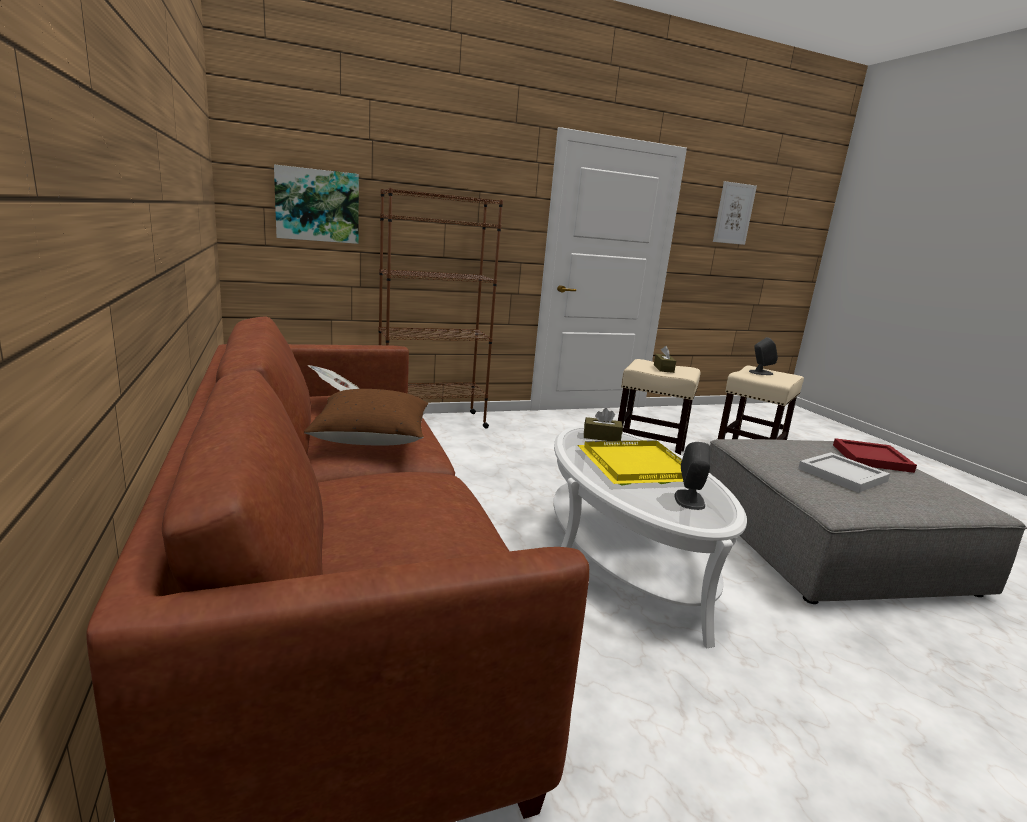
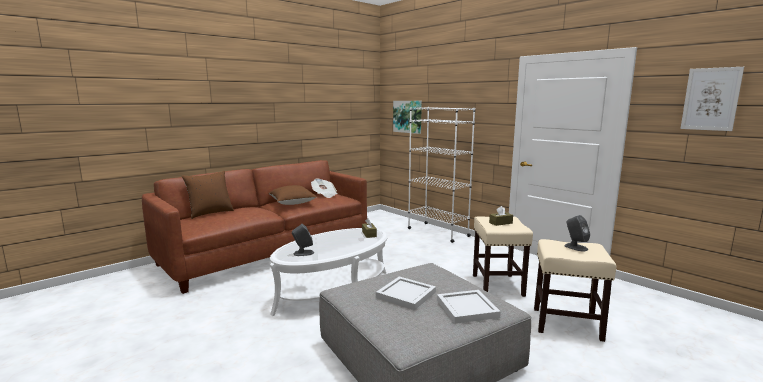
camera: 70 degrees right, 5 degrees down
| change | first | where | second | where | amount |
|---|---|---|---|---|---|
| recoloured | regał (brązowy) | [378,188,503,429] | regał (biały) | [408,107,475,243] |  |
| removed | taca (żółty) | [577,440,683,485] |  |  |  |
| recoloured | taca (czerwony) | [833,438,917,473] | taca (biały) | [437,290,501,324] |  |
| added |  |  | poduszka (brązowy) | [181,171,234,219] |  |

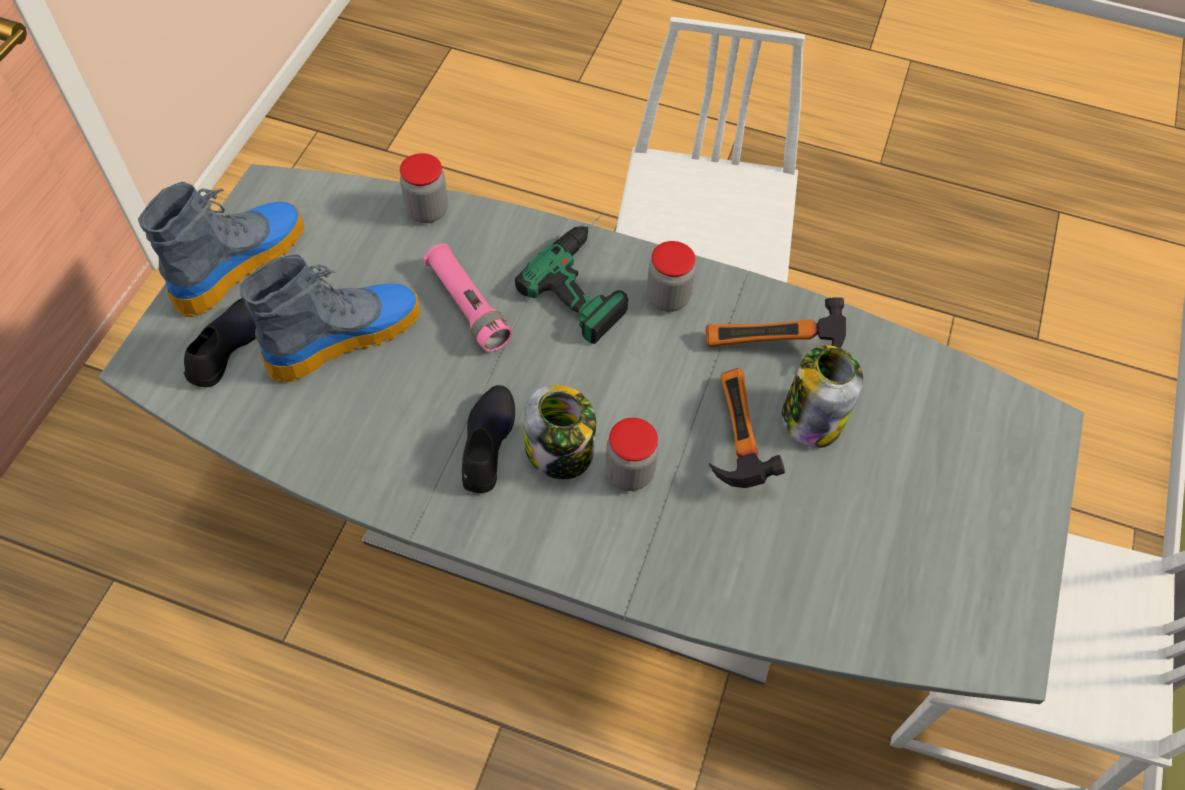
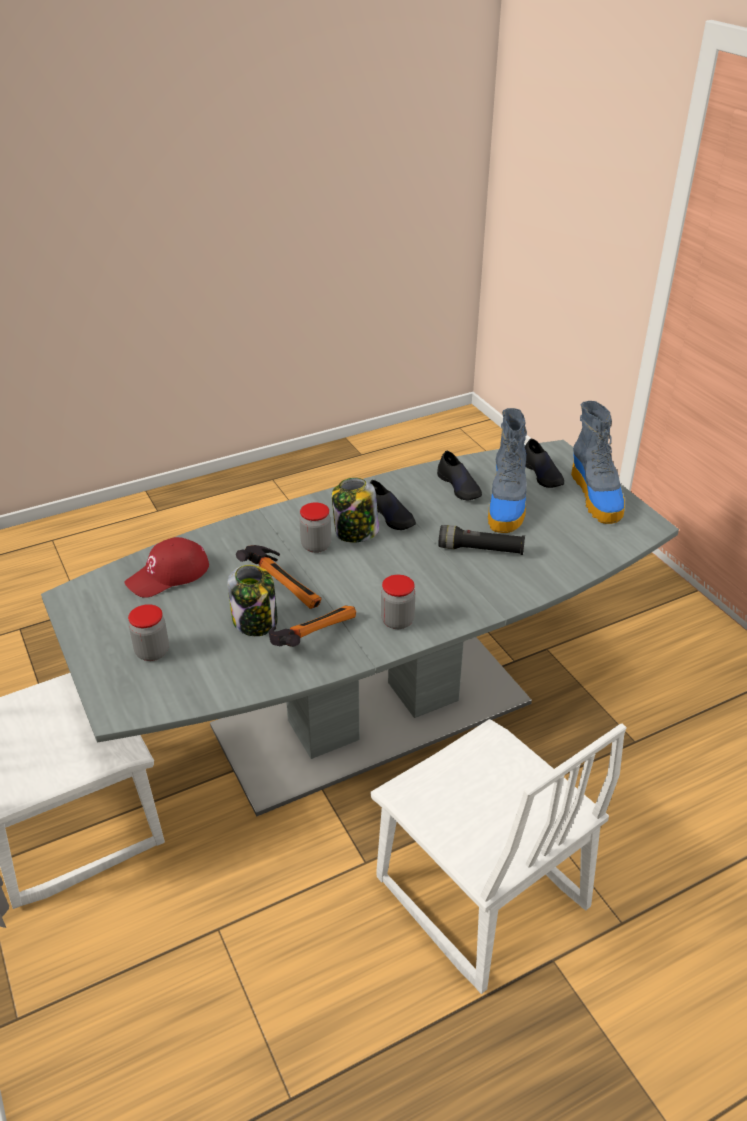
camera: 135 degrees right, 20 degrees down
| change | first | where | second | where | amount |
|---|---|---|---|---|---|
| moved | słoik | [400,153,448,223] |  | [128,604,169,661] |  |
| recoloured | latarka (różowy) | [423,243,512,352] | latarka (czarny) | [438,525,525,555] |  |
| removed | wiertarka | [515,215,628,344] |  |  |  |
| added |  |  | czapka z daszkiem (czerwony) | [124,537,209,598] |  |
| added |  |  | but (czarny) | [437,451,482,500] |  |

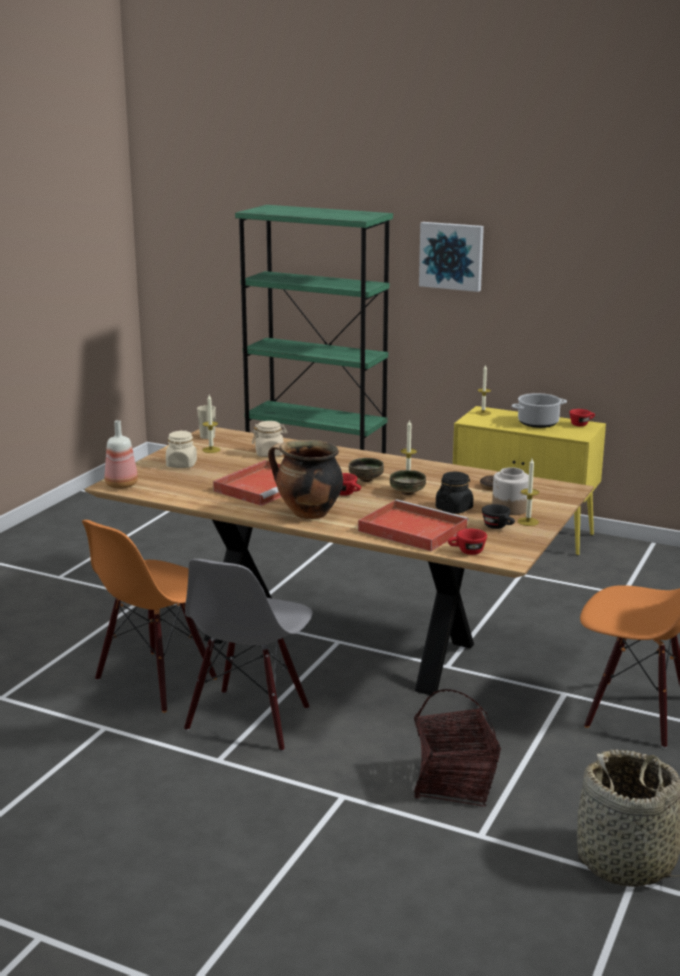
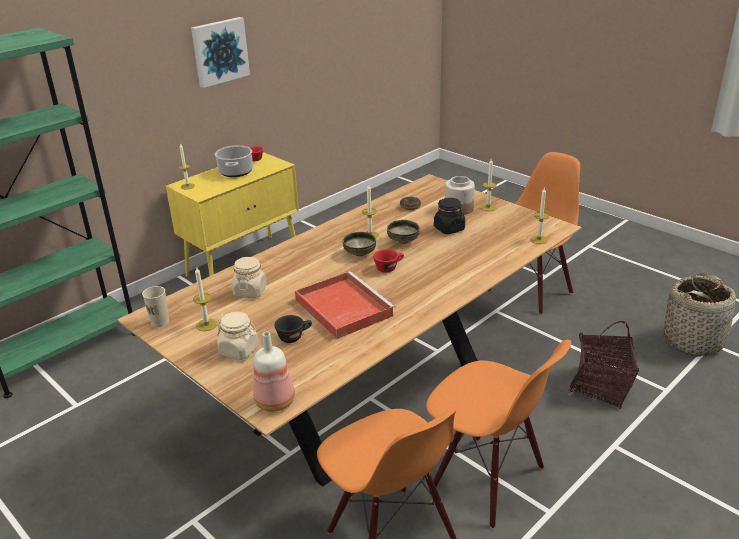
camera: 70 degrees left, 10 degrees up
| change | first | where | second | where | amount |
|---|---|---|---|---|---|
| recoloured | krzesło (szary) | [184,559,312,751] | krzesło (pomarańczowy) | [426,340,571,529] |  |
| removed | garnek | [268,440,343,519] |  |  |  |
| removed | taca (czerwony) | [358,499,469,551] |  |  |  |
| moved | obraz | [419,222,484,292] |  | [191,17,250,88] |  |
| replaced | filiżanka (czerwony) | [448,529,487,555] | świeca | [530,187,549,244] |  |
| moved | filiżanka (czarny) | [482,504,515,529] |  | [274,315,312,343] |  |

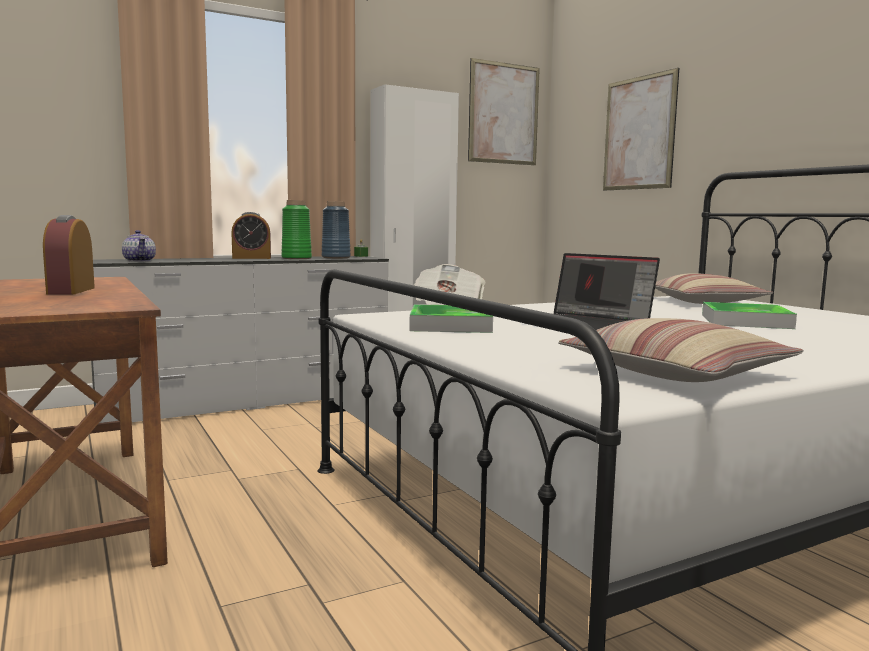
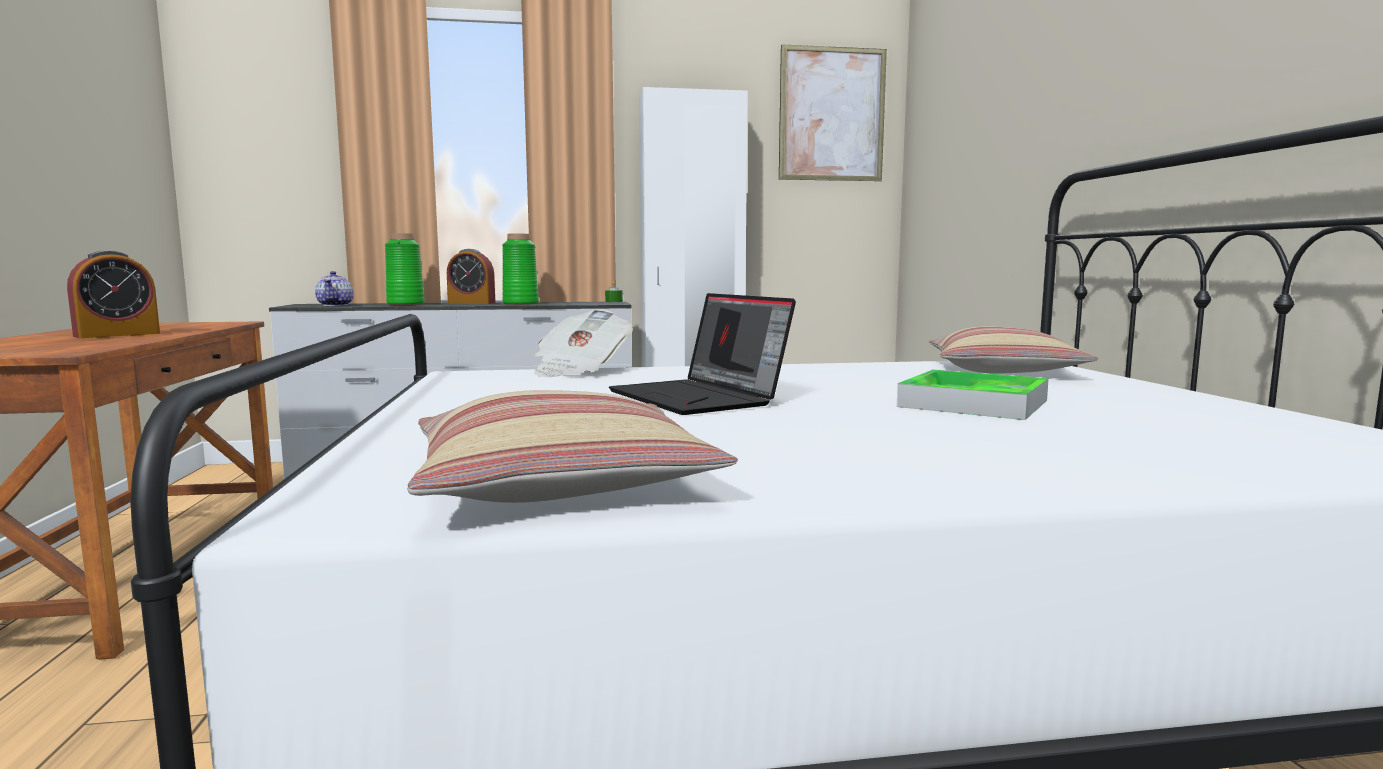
camera: 20 degrees right, 0 degrees up
| change | first | where | second | where | amount |
|---|---|---|---|---|---|
| turned | budzik | [43,215,95,294] |  | [67,250,160,338] | 150 degrees counterclockwise |
| removed | wazon (niebieski) | [322,201,351,258] |  |  |  |
| removed | taca | [409,304,493,333] |  |  |  |
| removed | obraz | [603,68,679,190] |  |  |  |
| added |  |  | wazon (zielony) | [385,233,425,305] |  |

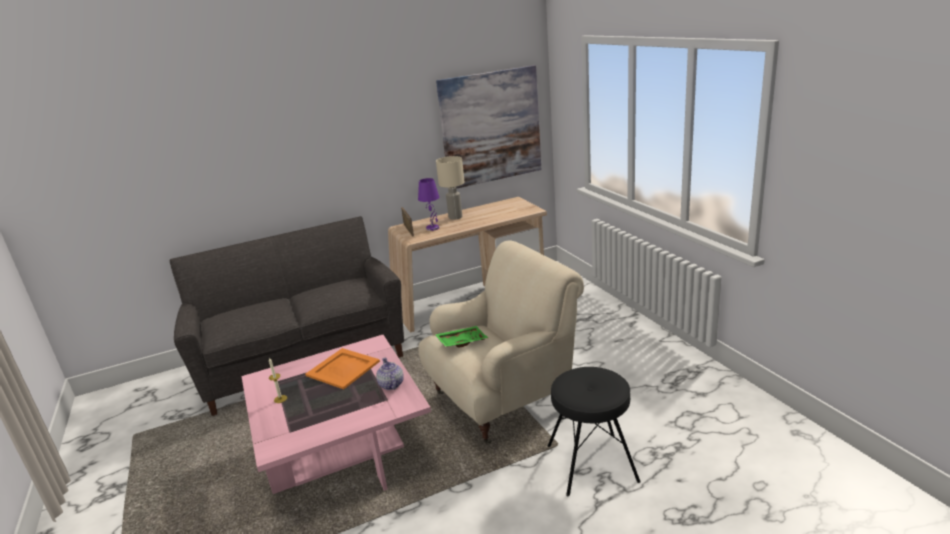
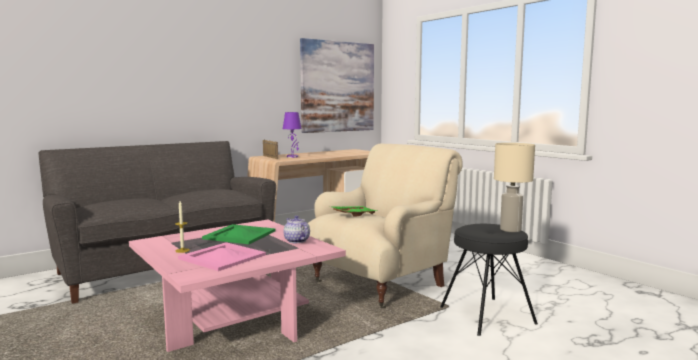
camera: 15 degrees left, 15 degrees down
| change | first | where | second | where | amount |
|---|---|---|---|---|---|
| recoloured | taca (pomarańczowy) | [305,348,380,389] | taca (zielony) | [202,224,276,244] |  |
| moved | lampa stołowa (beżowy) | [436,156,465,220] |  | [494,143,535,232] |  |
| added |  |  | taca (różowy) | [178,242,266,271] |  |

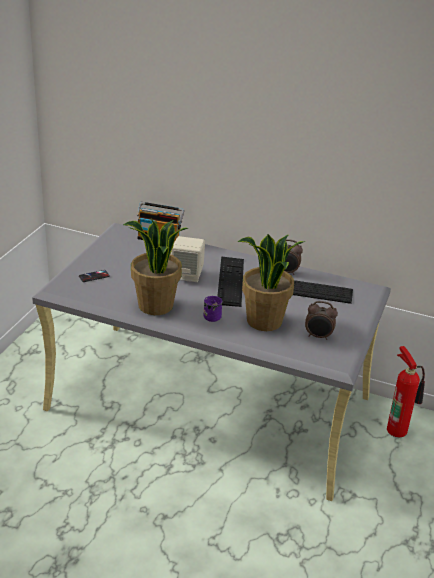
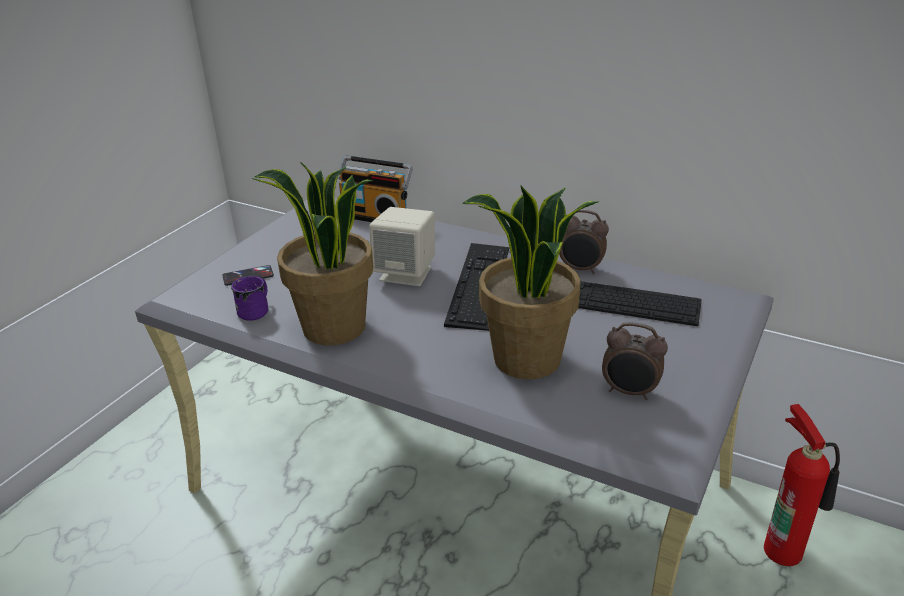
camera: 10 degrees right, 0 degrees up
| change | first | where | second | where | amount |
|---|---|---|---|---|---|
| moved | kubek (fioletowy) | [203,296,223,322] |  | [231,276,269,321] |  |

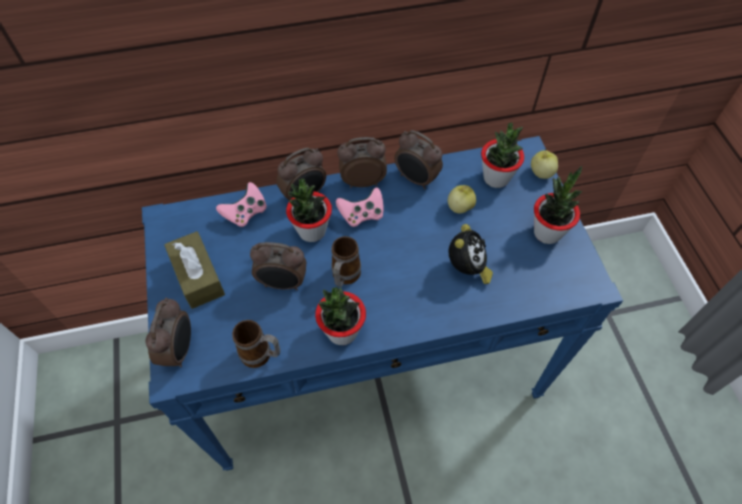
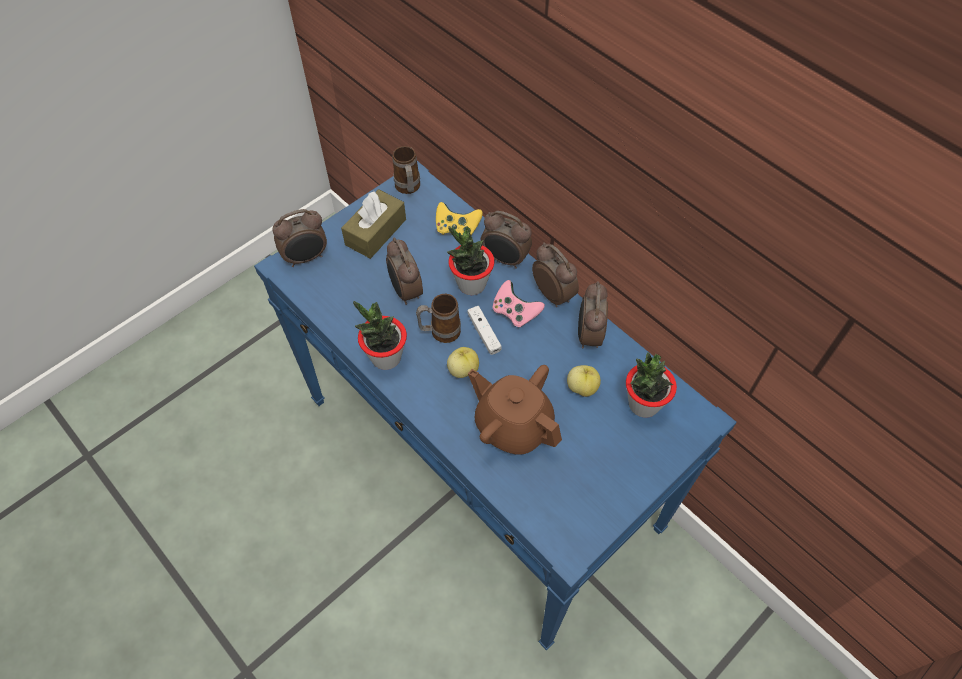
camera: 60 degrees right, 0 degrees up
| change | first | where | second | where | amount |
|---|---|---|---|---|---|
| recoloured | pad do gier (różowy) | [216,182,267,227] | pad do gier (żółty) | [436,202,483,235] |  |
| moved | kubek | [232,320,280,368] |  | [392,146,420,194] |  |
| replaced | budzik | [449,224,493,284] | imbryk (brązowy) | [468,365,562,455] |  |
| moved | jabłko | [531,150,558,179] |  | [447,347,479,378] |  |
| removed | roślina doniczkowa | [534,166,582,244] |  |  |  |
| added |  |  | pad do gier (biały) | [467,306,502,355] |  |

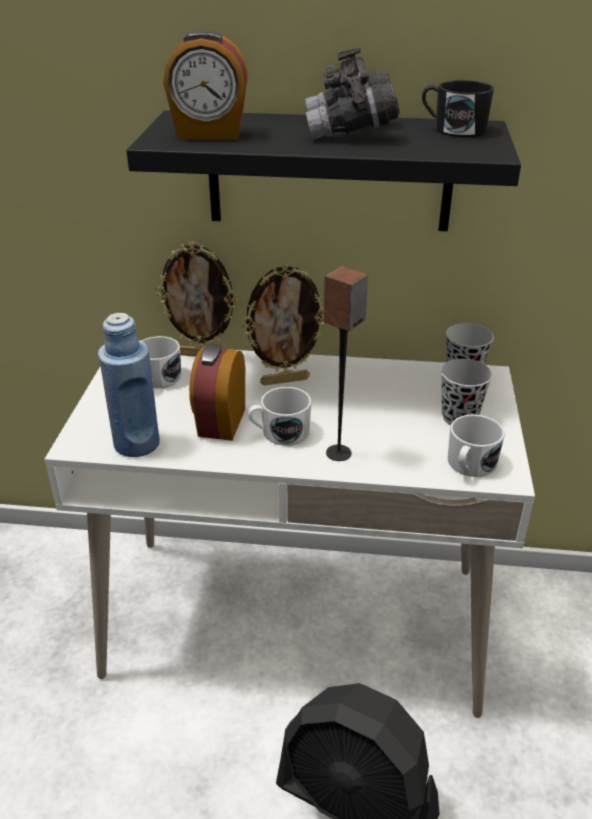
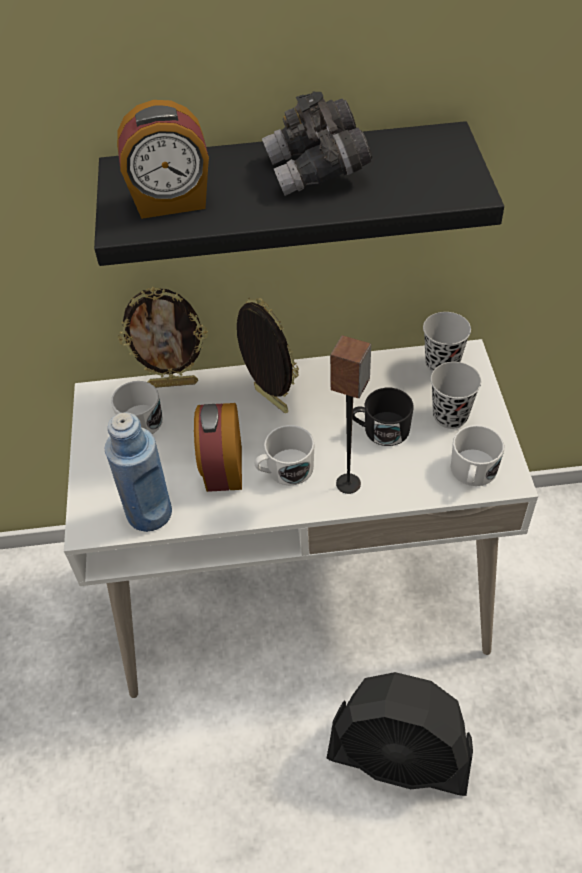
camera: 10 degrees left, 15 degrees up
| change | first | where | second | where | amount |
|---|---|---|---|---|---|
| turned | ramka na zdjęcie | [241,263,325,386] |  | [237,298,299,413] | 105 degrees counterclockwise |
| moved | kubek (czarny) | [422,80,494,137] |  | [352,388,414,446] |  |

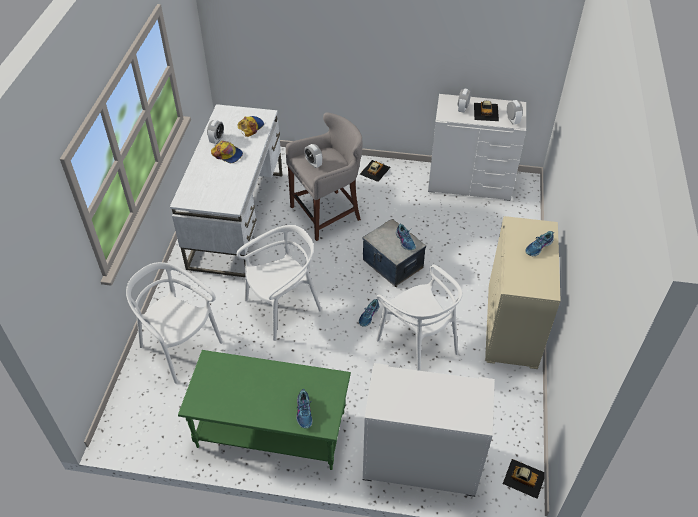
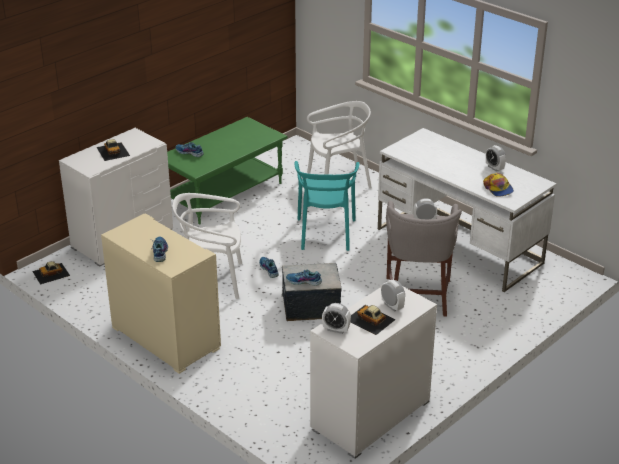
camera: 125 degrees right, 15 degrees down
| change | first | where | second | where | amount |
|---|---|---|---|---|---|
| removed | czapka z daszkiem | [211,141,243,163] |  |  |  |
| recoloured | krzesło (biały) | [237,225,322,341] | krzesło (turkusowy) | [294,161,359,251] |  |
| moved | samochodzik | [360,160,391,182] |  | [97,139,130,161] |  |

